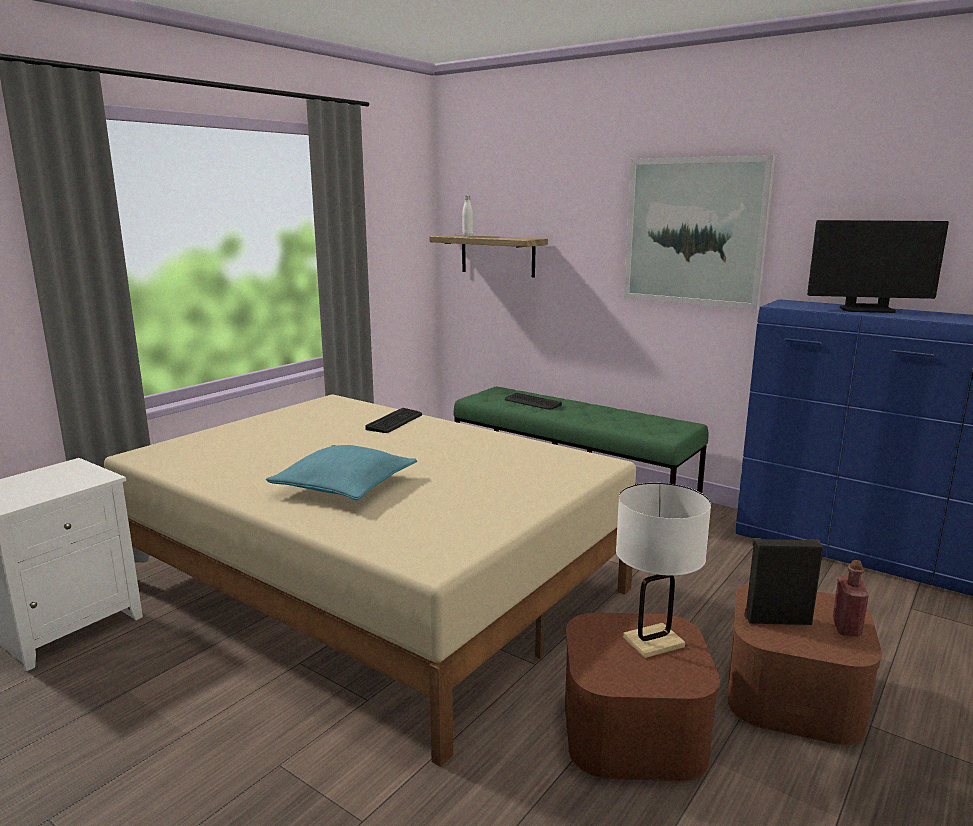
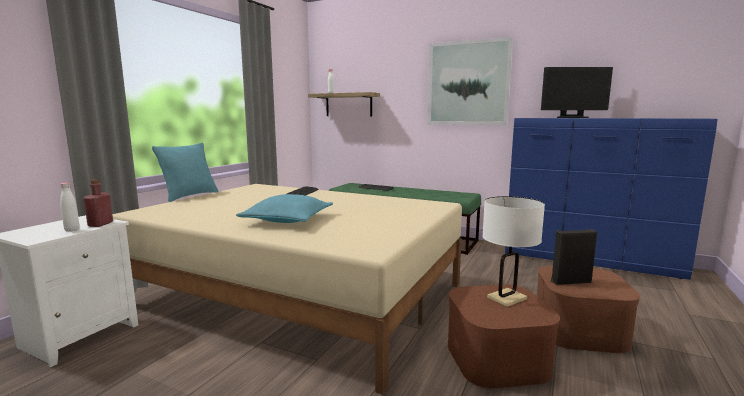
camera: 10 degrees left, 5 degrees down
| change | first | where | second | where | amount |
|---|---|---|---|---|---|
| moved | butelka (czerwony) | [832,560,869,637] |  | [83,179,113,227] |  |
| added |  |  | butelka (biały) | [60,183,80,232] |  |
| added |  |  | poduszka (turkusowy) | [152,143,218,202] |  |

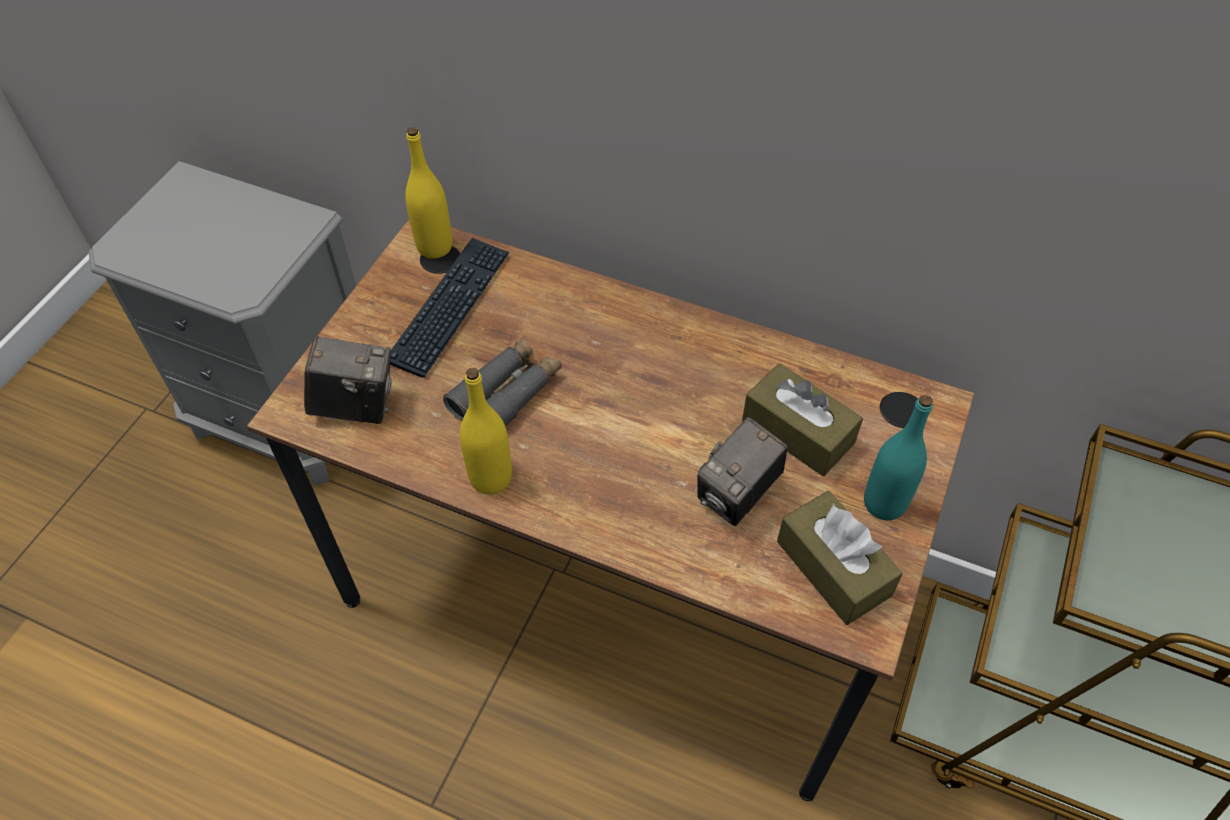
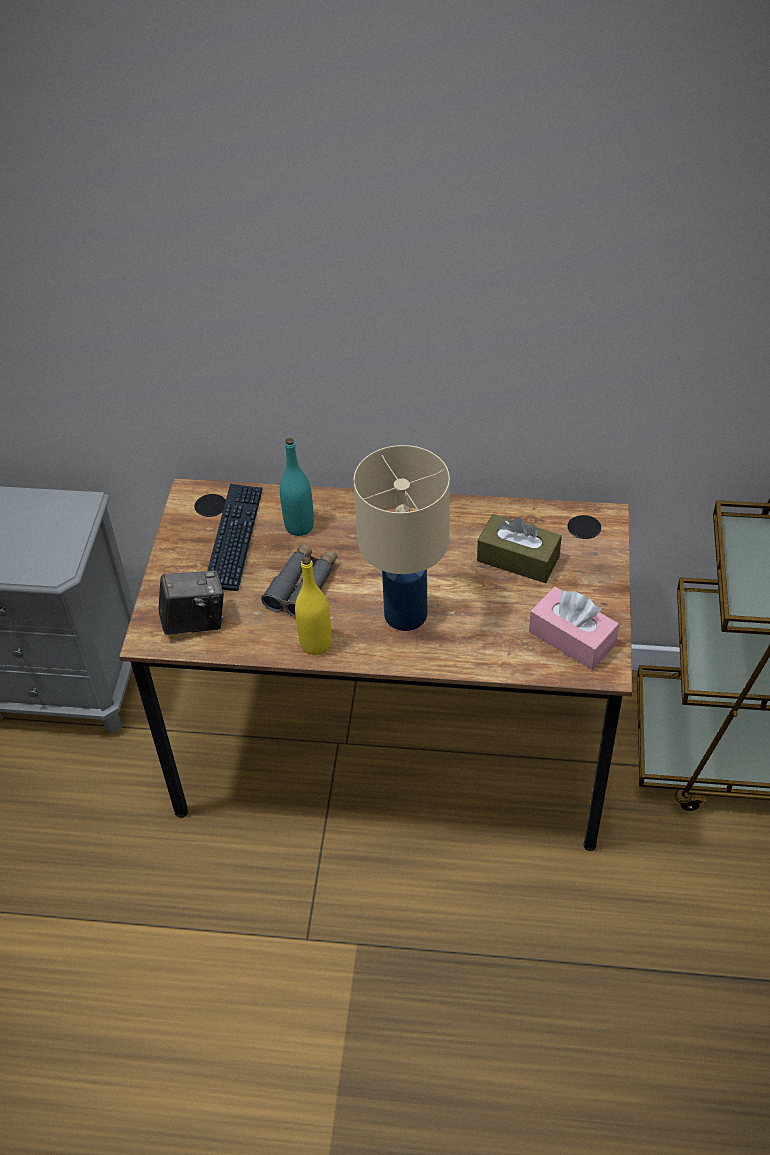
camera: 15 degrees left, 5 degrees down
| change | first | where | second | where | amount |
|---|---|---|---|---|---|
| removed | butelka (żółty) | [405,127,452,259] |  |  |  |
| removed | aparat fotograficzny | [697,417,788,526] |  |  |  |
| recoloured | pudełko chusteczek (brązowy) | [777,491,903,625] | pudełko chusteczek (różowy) | [529,587,619,670] |  |
| moved | butelka (turkusowy) | [864,395,933,520] |  | [280,438,314,536] |  |
| added |  |  | lampa stołowa (beżowy) | [354,445,450,631] |  |

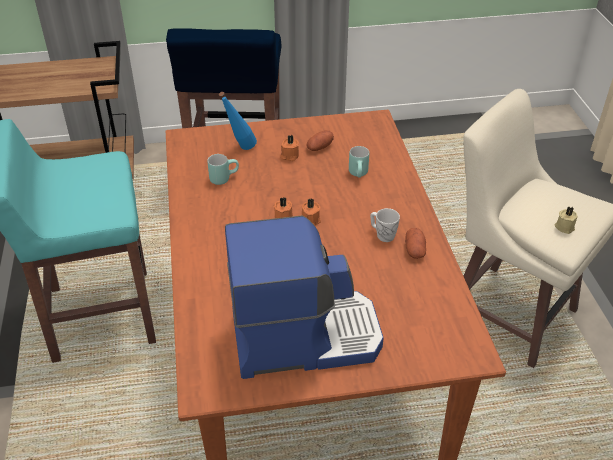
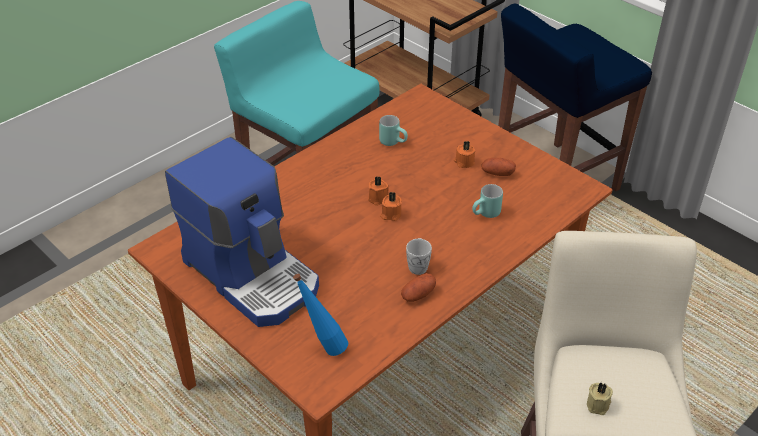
camera: 55 degrees right, 0 degrees up
| change | first | where | second | where | amount |
|---|---|---|---|---|---|
| moved | butelka (niebieski) | [219,92,257,150] |  | [293,274,348,356] |  |

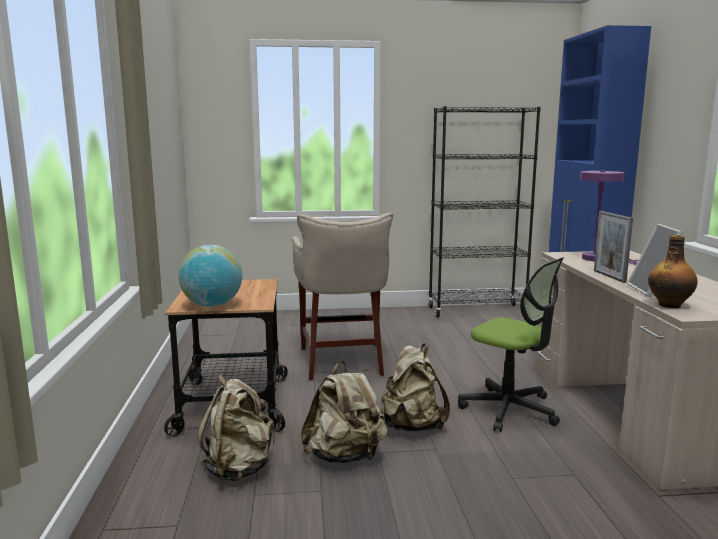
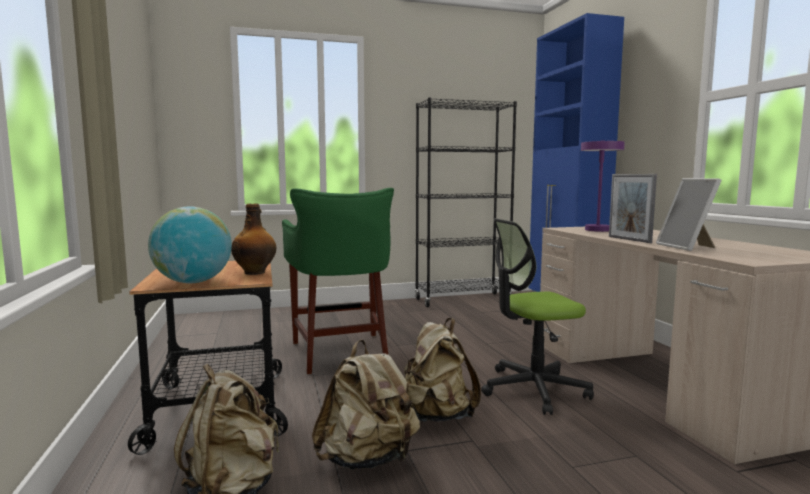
camera: 10 degrees left, 5 degrees down
| change | first | where | second | where | amount |
|---|---|---|---|---|---|
| recoloured | stołek (beżowy) | [292,213,393,380] | stołek (zielony) | [282,188,394,374] |  |
| turned | krzesło biurowe | [458,257,564,432] |  | [481,218,594,415] | 135 degrees clockwise |
| moved | butelka | [648,235,698,308] |  | [231,204,276,275] |  |

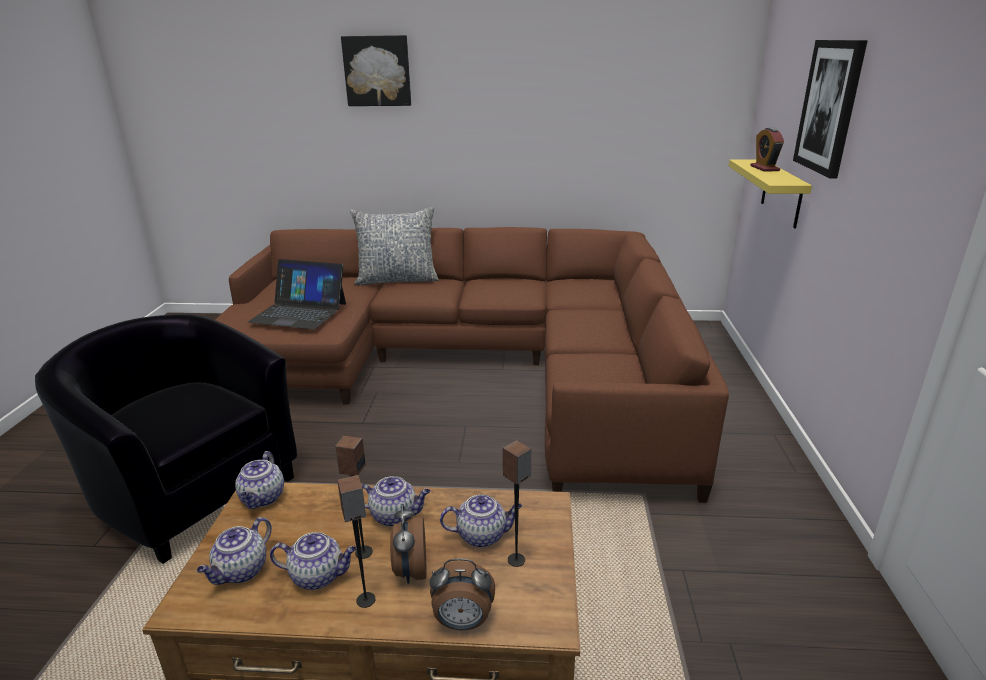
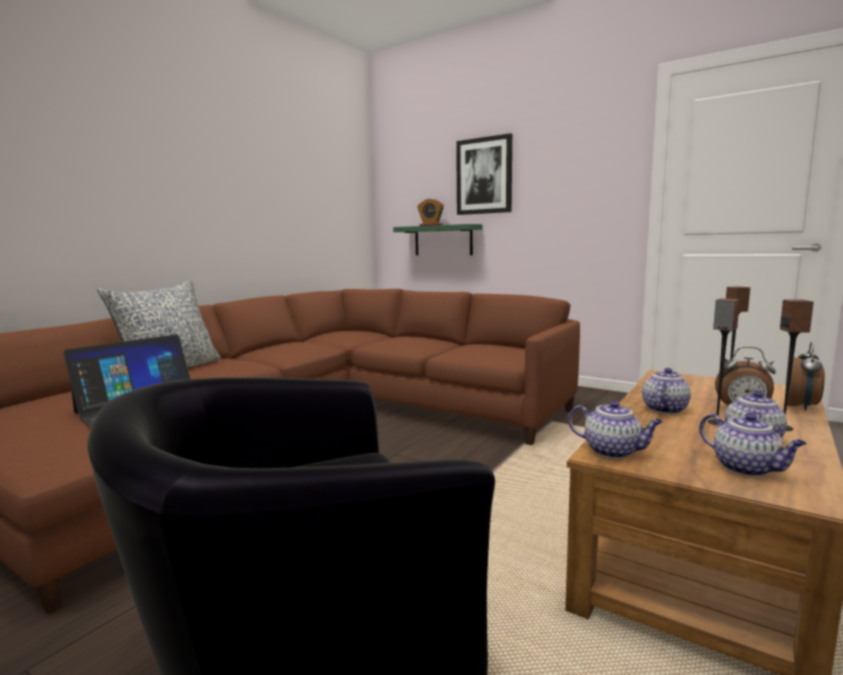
camera: 60 degrees left, 15 degrees down
| change | first | where | second | where | amount |
|---|---|---|---|---|---|
| removed | obraz | [341,35,411,106] |  |  |  |
| removed | imbryk | [440,494,522,548] |  |  |  |
| recoloured | półka (żółty) | [729,159,812,228] | półka (zielony) | [393,224,483,255] |  |

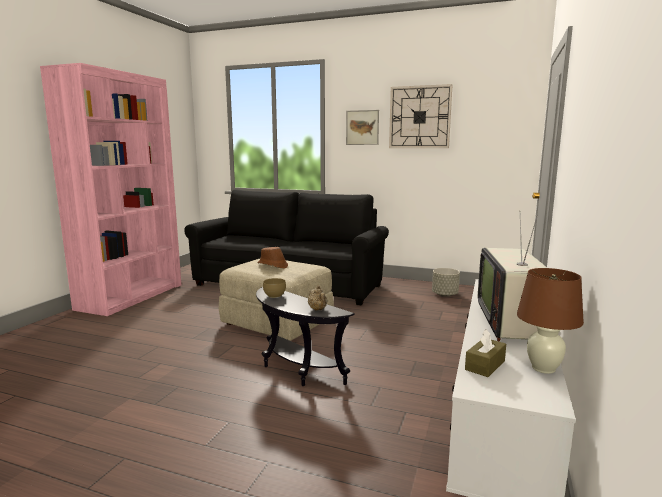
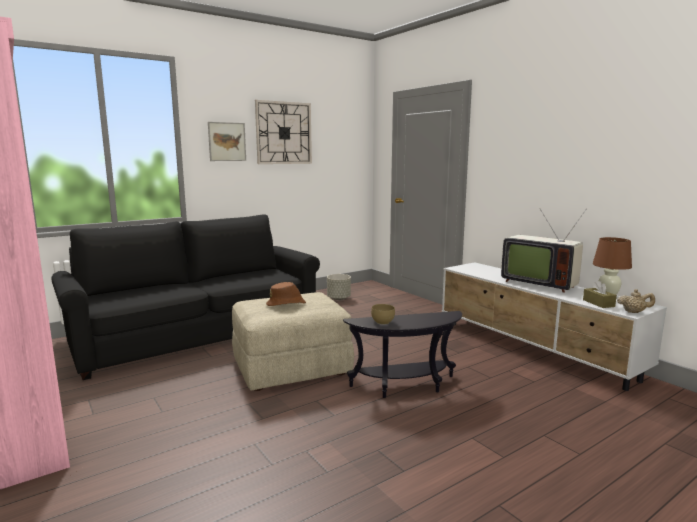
camera: 55 degrees left, 0 degrees up
| change | first | where | second | where | amount |
|---|---|---|---|---|---|
| moved | imbryk (beżowy) | [308,285,328,311] |  | [617,289,655,313] |  |

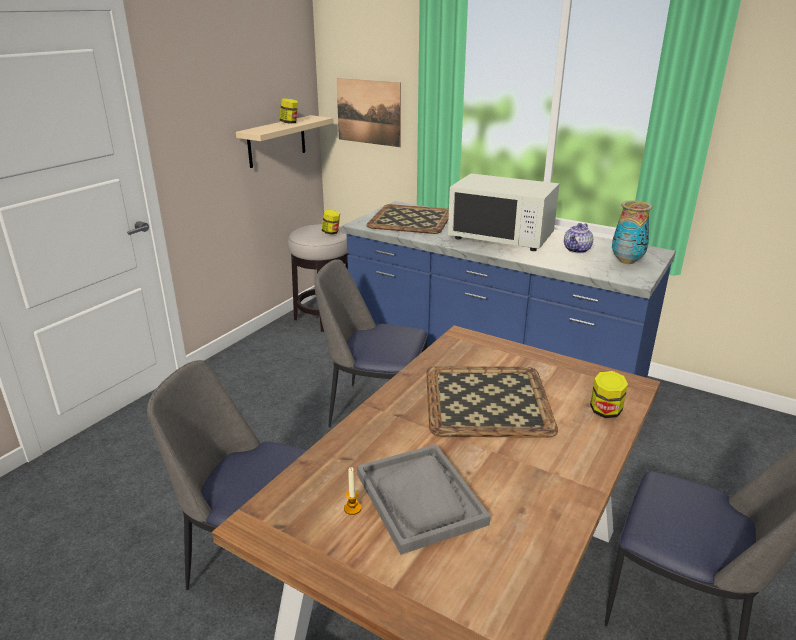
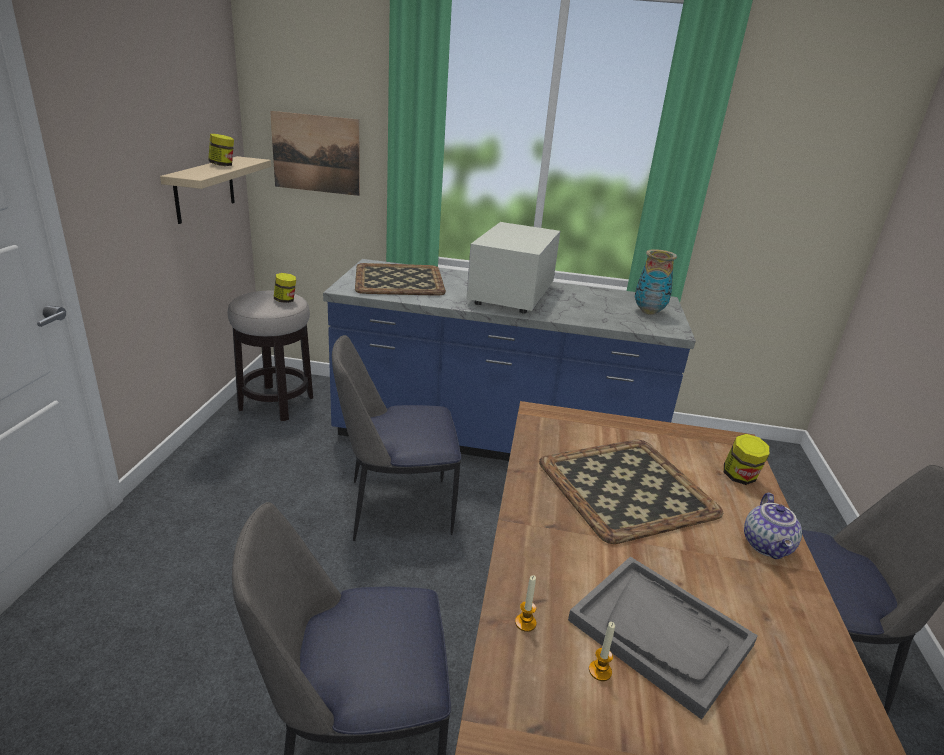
camera: 25 degrees left, 0 degrees up
| change | first | where | second | where | amount |
|---|---|---|---|---|---|
| turned | mikrofalówka (biały) | [448,173,560,251] |  | [466,222,560,313] | 105 degrees clockwise |
| moved | imbryk | [564,223,593,254] |  | [744,492,802,559] |  |
| added |  |  | świeca | [515,575,537,632] |  |

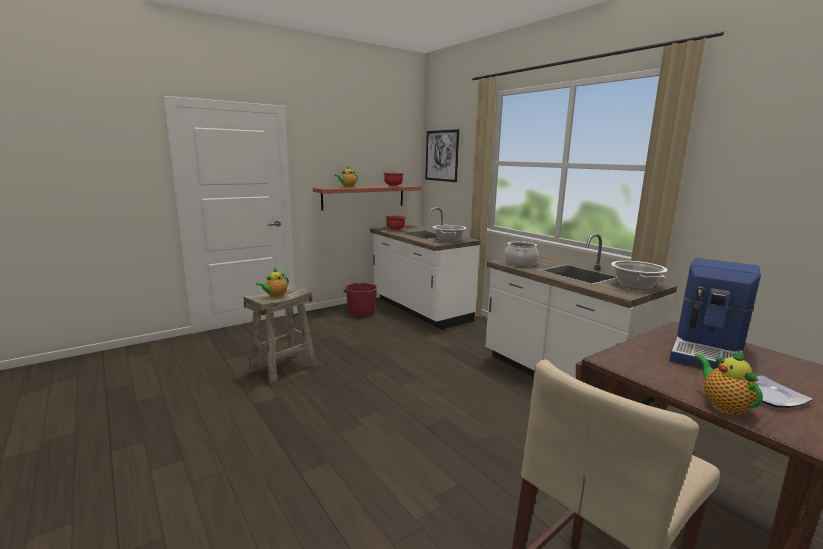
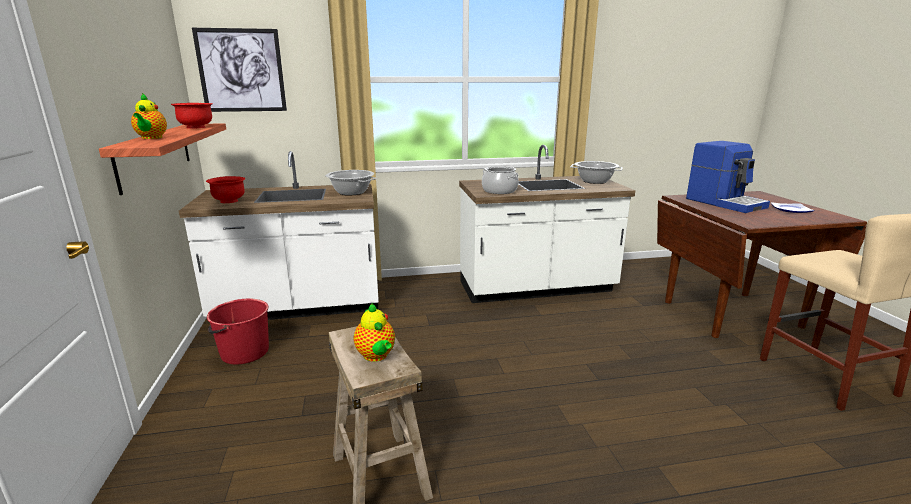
camera: 65 degrees left, 5 degrees up
| change | first | where | second | where | amount |
|---|---|---|---|---|---|
| removed | imbryk | [695,350,763,415] |  |  |  |

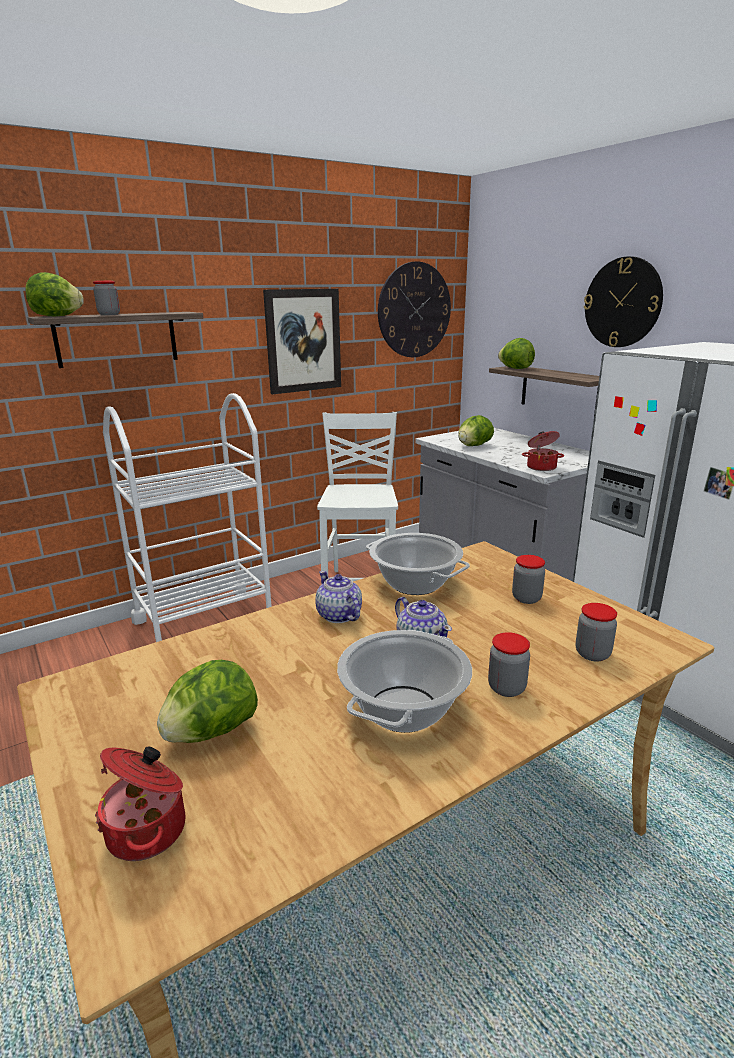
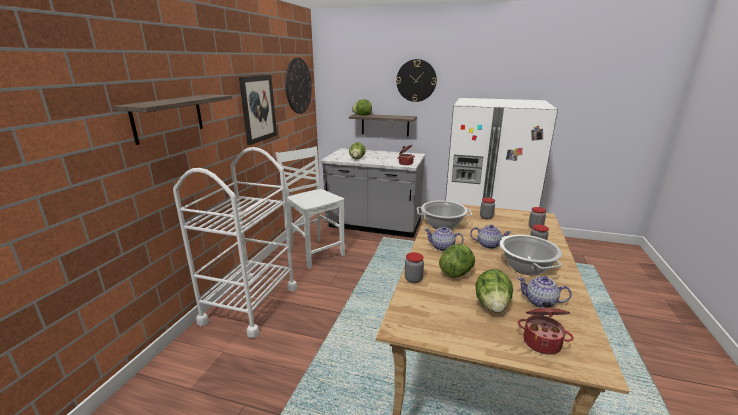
camera: 40 degrees left, 0 degrees up
| change | first | where | second | where | amount |
|---|---|---|---|---|---|
| moved | sałata | [26,272,84,317] |  | [439,244,475,278] |  |
| moved | słoik | [93,281,120,315] |  | [405,252,424,283] |  |
| added |  |  | imbryk | [518,276,572,308] |  |

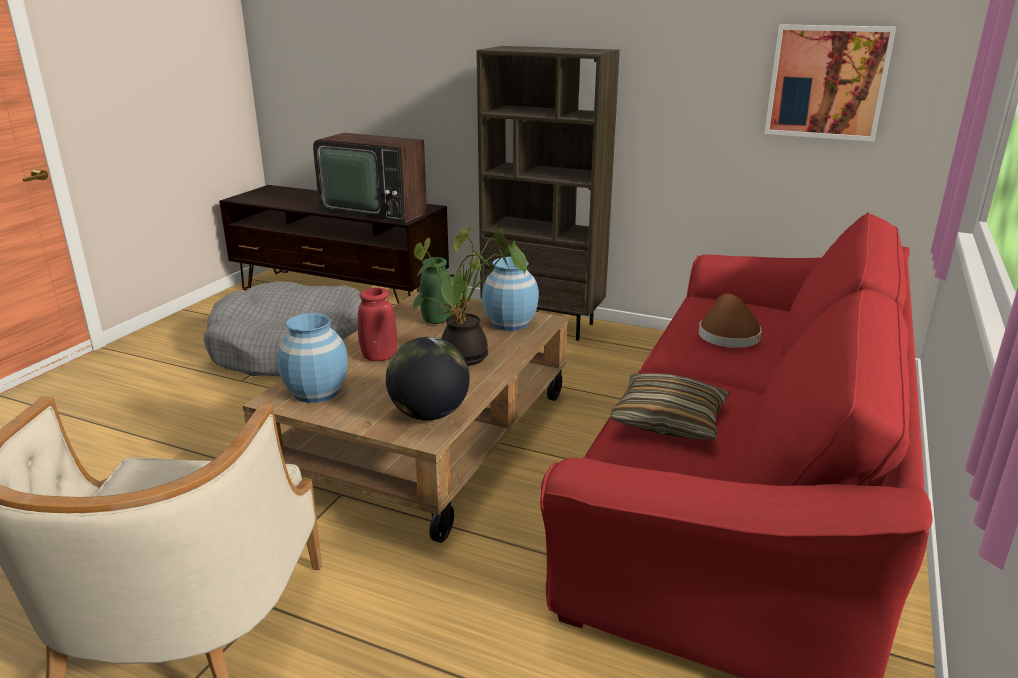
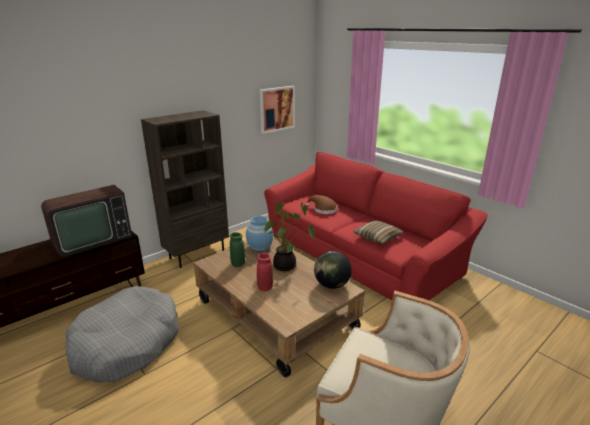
camera: 65 degrees left, 0 degrees up
| change | first | where | second | where | amount |
|---|---|---|---|---|---|
| removed | wazon (niebieski) | [277,313,348,403] |  |  |  |

